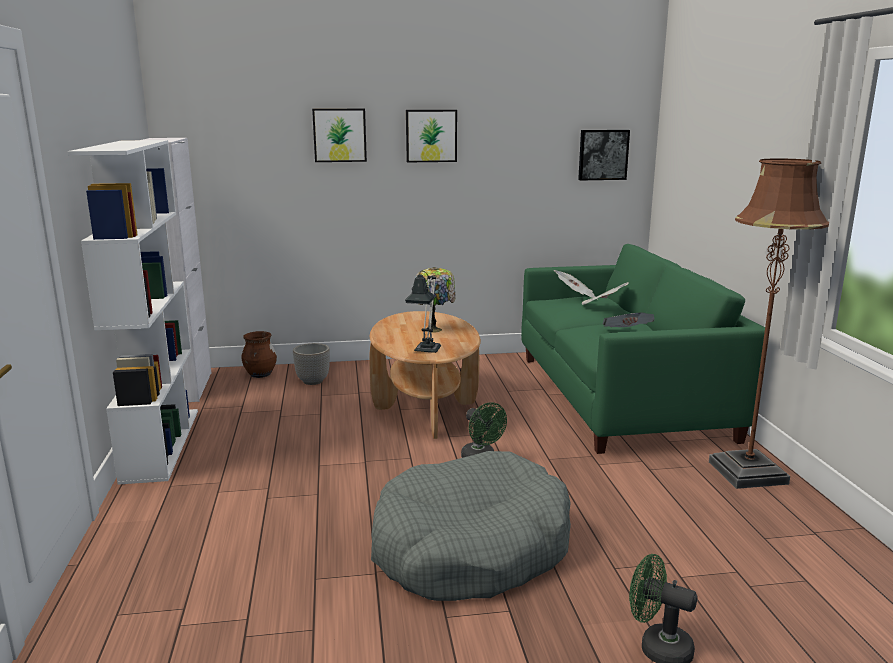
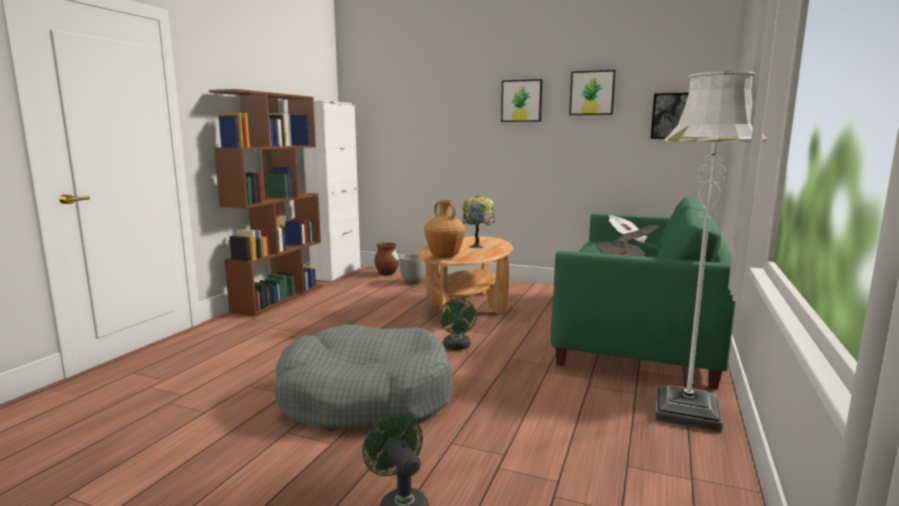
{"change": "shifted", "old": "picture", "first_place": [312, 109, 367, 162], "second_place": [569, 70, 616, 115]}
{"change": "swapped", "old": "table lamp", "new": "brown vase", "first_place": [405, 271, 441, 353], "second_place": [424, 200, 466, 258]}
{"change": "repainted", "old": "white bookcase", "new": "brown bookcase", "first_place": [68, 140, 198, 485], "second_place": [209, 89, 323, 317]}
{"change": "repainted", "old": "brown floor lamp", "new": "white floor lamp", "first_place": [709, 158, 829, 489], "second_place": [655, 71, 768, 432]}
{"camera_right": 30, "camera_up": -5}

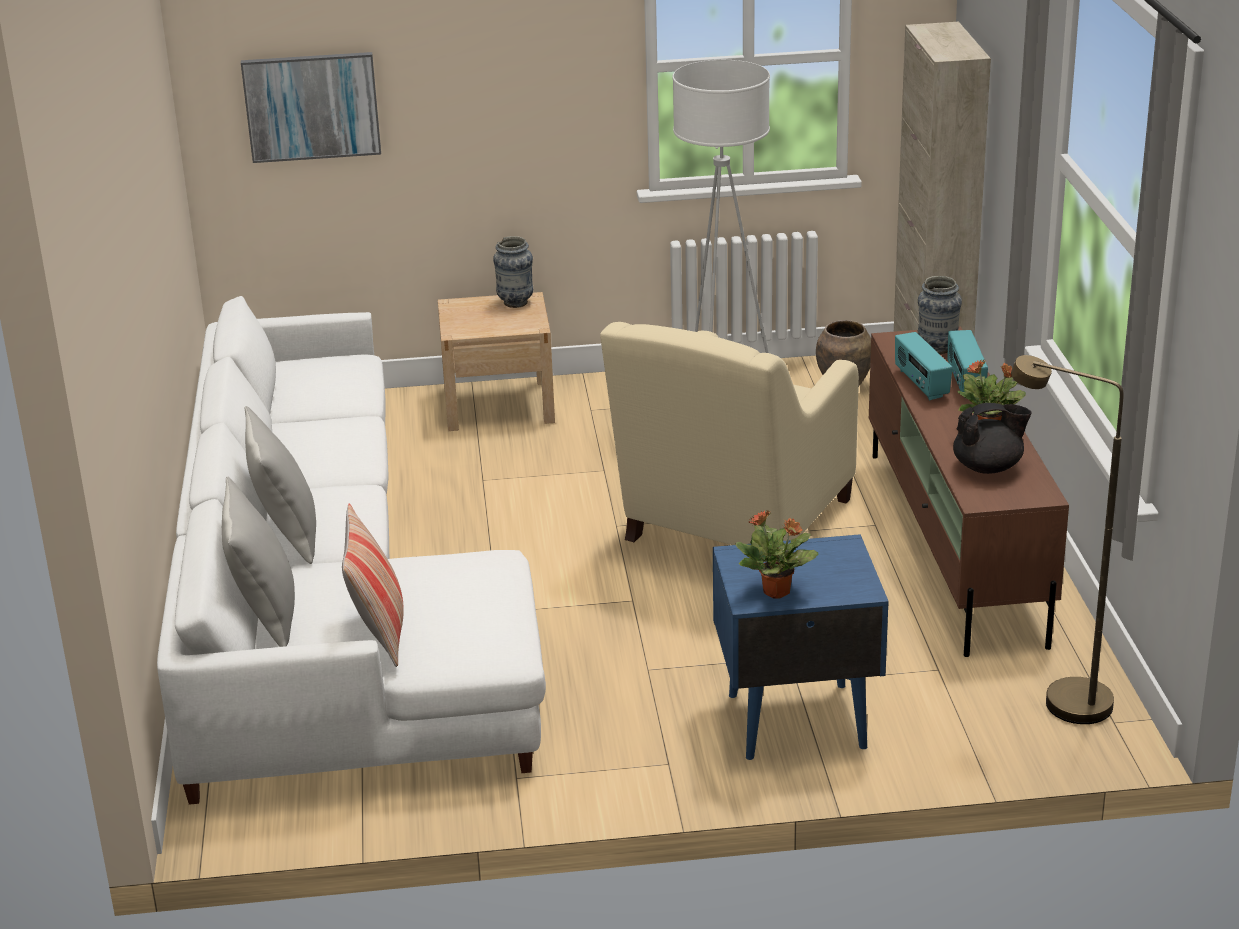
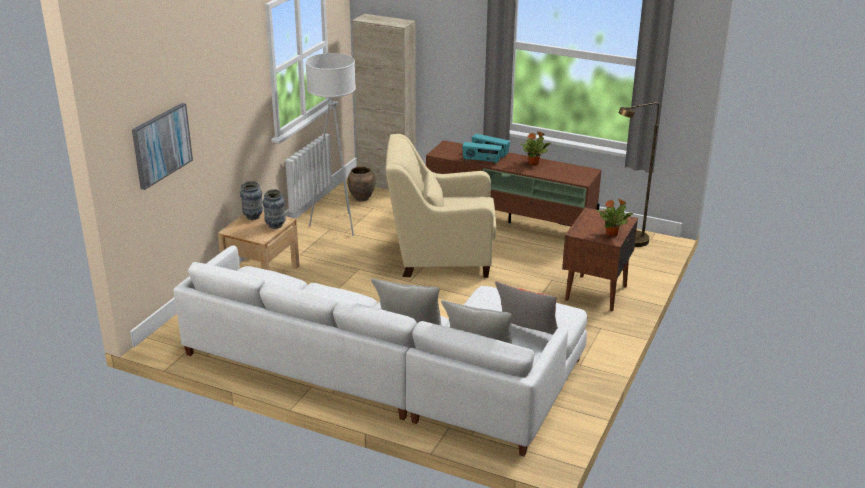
{"change": "gone", "old": "black teapot", "first_place": [953, 403, 1031, 474]}
{"change": "shifted", "old": "vase", "first_place": [917, 276, 962, 354], "second_place": [263, 189, 286, 229]}
{"change": "repainted", "old": "blue nightstand", "new": "brown nightstand", "first_place": [713, 534, 889, 760], "second_place": [562, 207, 638, 311]}
{"change": "rotated", "old": "beige armchair", "first_place": [600, 322, 859, 545], "second_place": [385, 134, 496, 278], "degrees": 120}
{"camera_right": -60, "camera_up": 0}

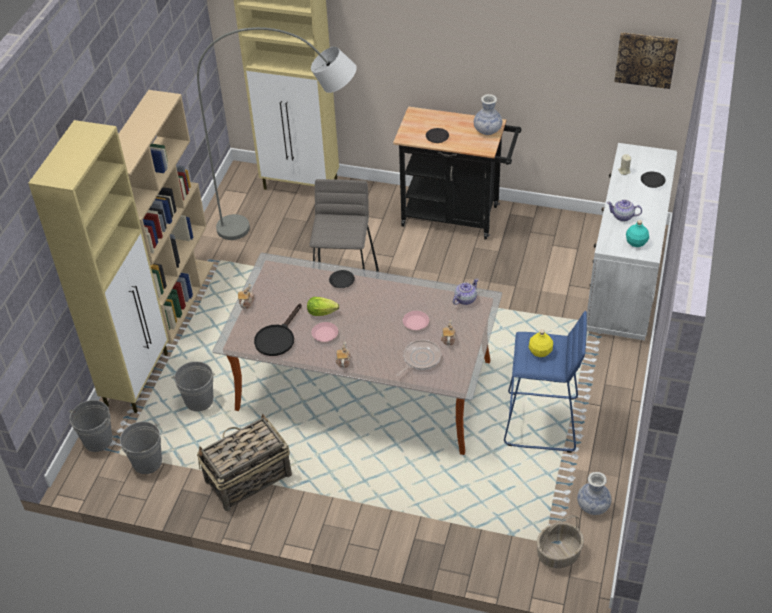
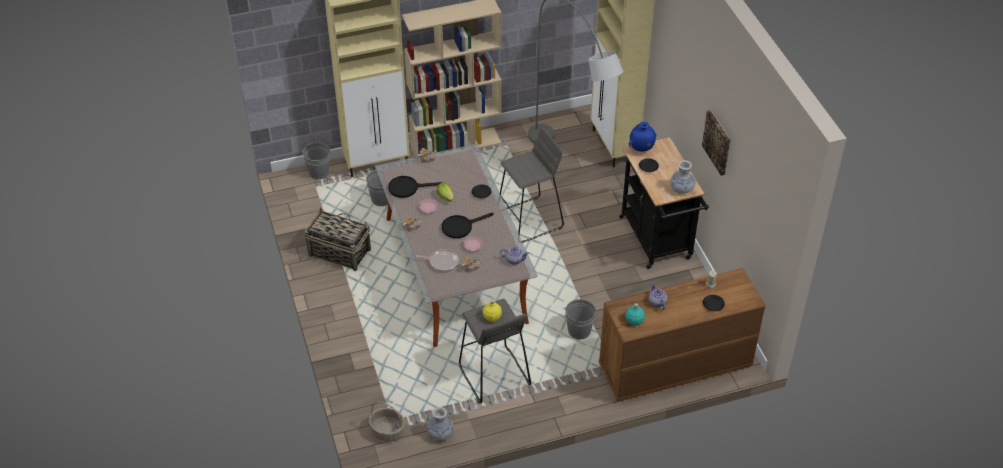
{"change": "new", "new": "black frying pan", "second_place": [442, 213, 494, 238]}
{"change": "new", "new": "blue vase", "second_place": [629, 122, 657, 152]}
{"change": "shifted", "old": "grey bucket", "first_place": [120, 421, 162, 474], "second_place": [563, 299, 598, 339]}
{"change": "shifted", "old": "picture", "first_place": [614, 32, 678, 89], "second_place": [702, 110, 731, 176]}
{"change": "repainted", "old": "blue stool", "new": "grey stool", "first_place": [504, 311, 587, 453], "second_place": [459, 299, 531, 403]}
{"change": "repainted", "old": "white dresser", "new": "brown dresser", "first_place": [587, 143, 677, 341], "second_place": [599, 268, 766, 401]}
{"camera_right": 55, "camera_up": 0}

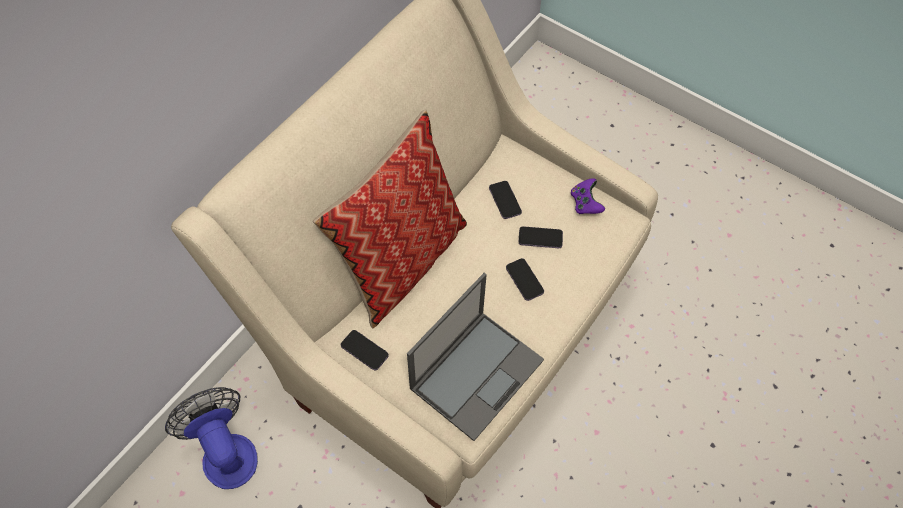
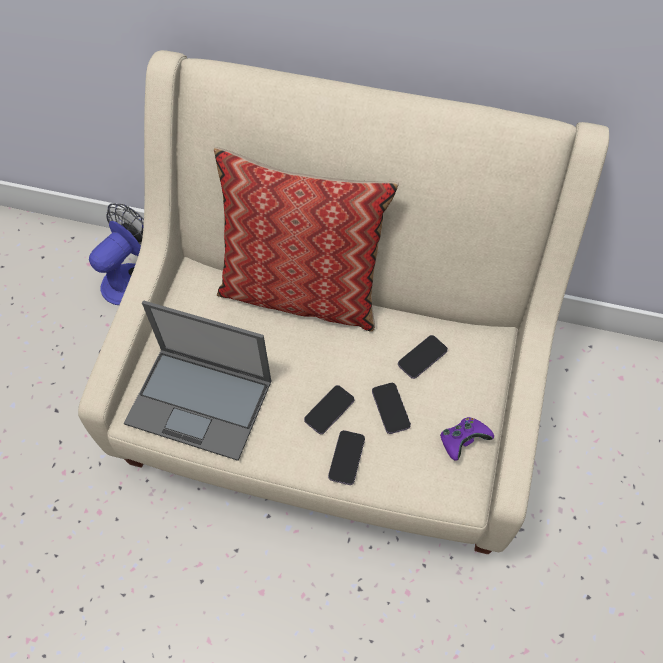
{"change": "shifted", "old": "phone", "first_place": [341, 330, 389, 370], "second_place": [328, 430, 365, 485]}
{"camera_right": 70, "camera_up": 0}

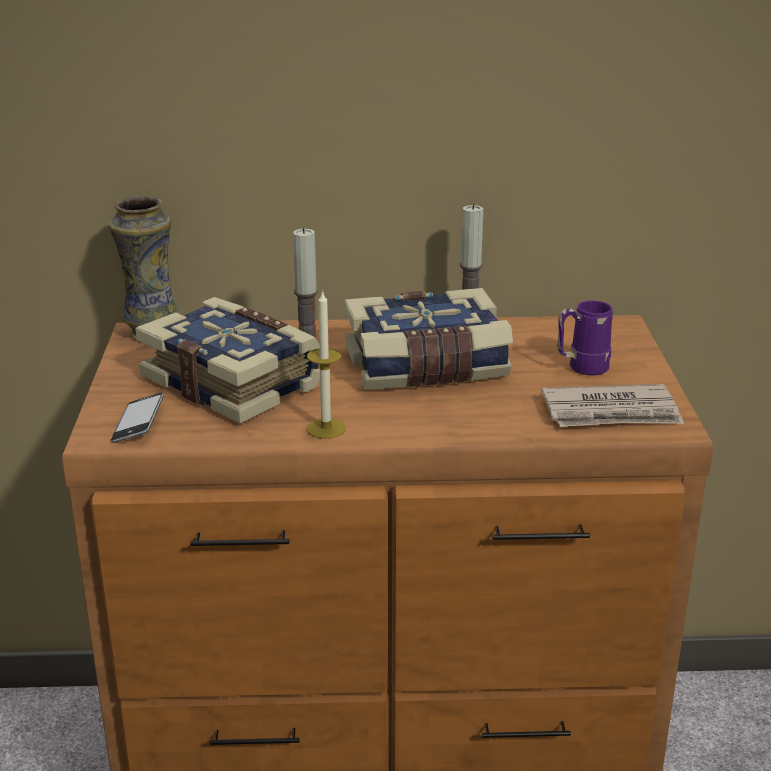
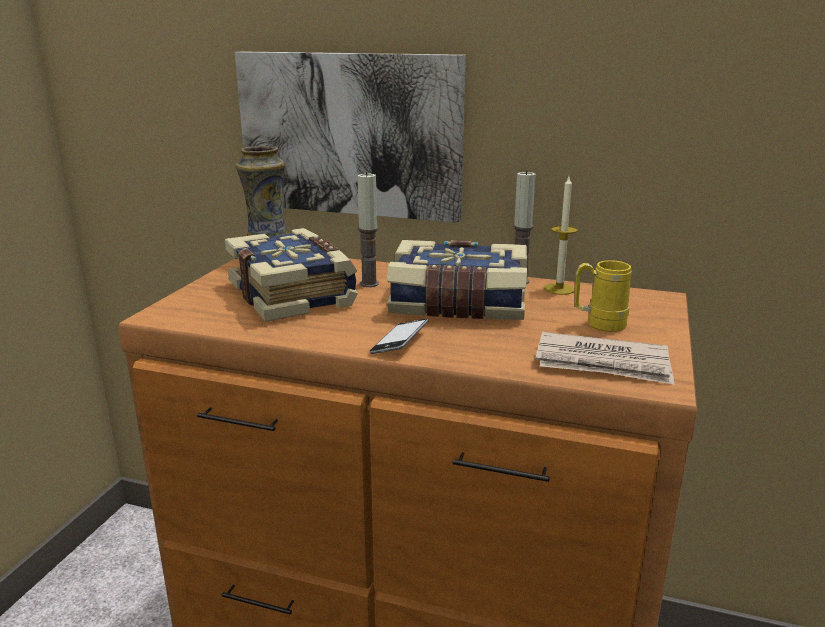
{"change": "new", "new": "picture", "second_place": [235, 51, 466, 223]}
{"change": "shifted", "old": "phone", "first_place": [111, 392, 164, 443], "second_place": [369, 318, 428, 354]}
{"change": "shifted", "old": "candle", "first_place": [306, 290, 346, 439], "second_place": [544, 177, 578, 295]}
{"change": "repainted", "old": "purple mug", "new": "yellow mug", "first_place": [557, 300, 613, 375], "second_place": [574, 260, 632, 332]}
{"camera_right": 20, "camera_up": -5}

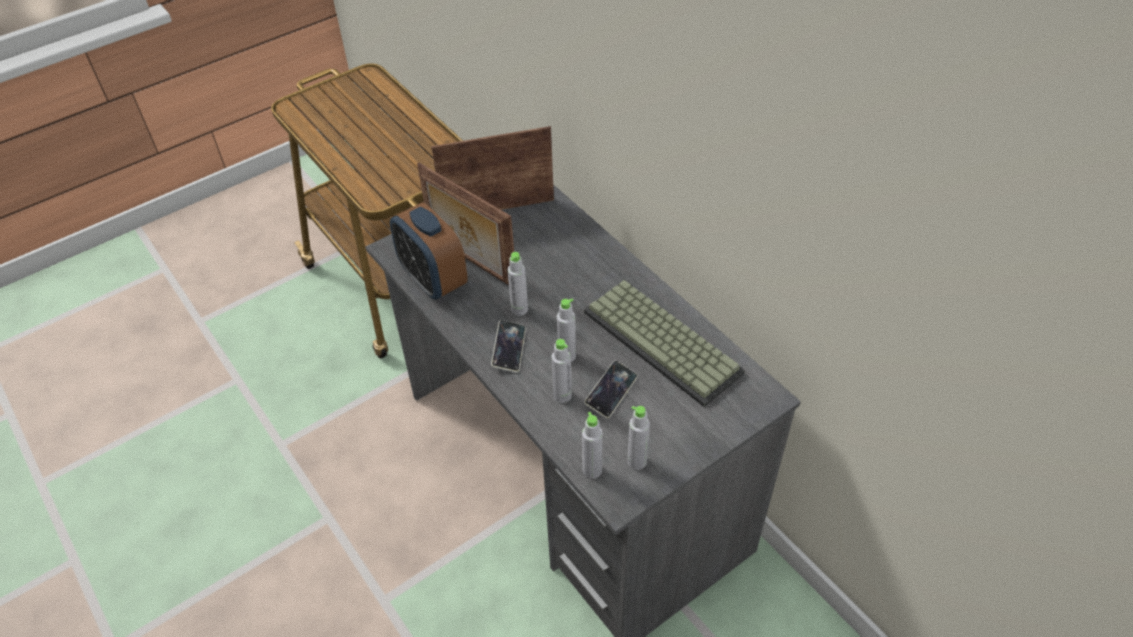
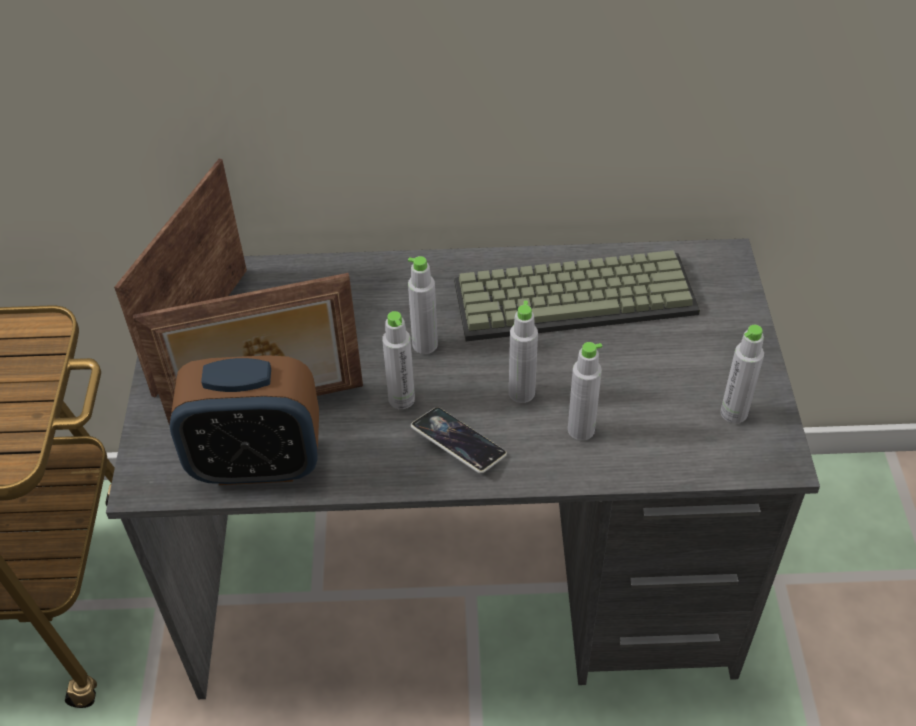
{"change": "gone", "old": "phone", "first_place": [584, 361, 638, 419]}
{"change": "shifted", "old": "grey bottle", "first_place": [582, 412, 603, 479], "second_place": [408, 256, 438, 354]}
{"camera_right": -55, "camera_up": 0}

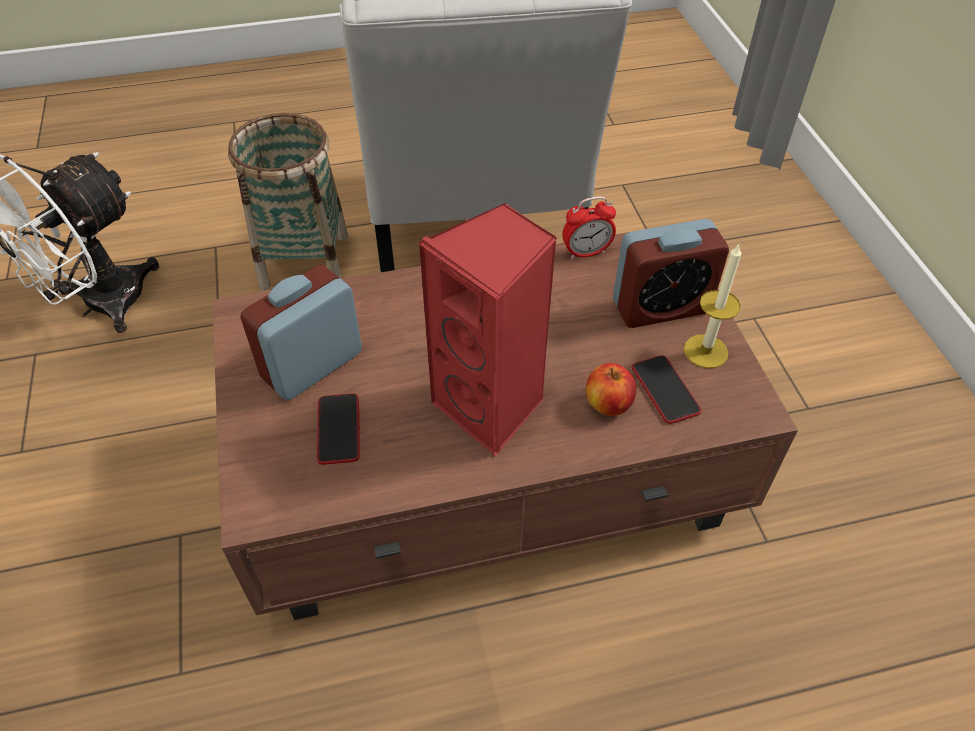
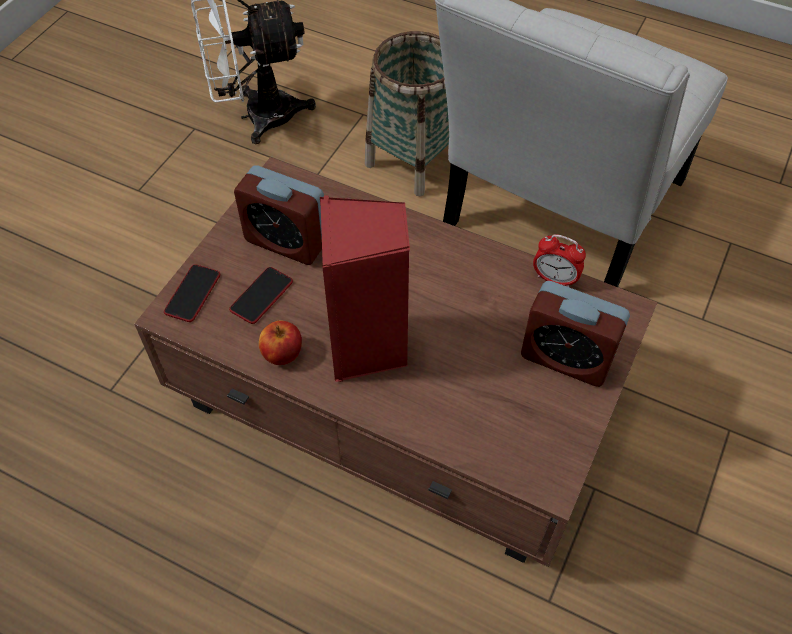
{"change": "gone", "old": "candle", "first_place": [683, 244, 741, 368]}
{"change": "shifted", "old": "apple", "first_place": [586, 363, 637, 416], "second_place": [259, 320, 302, 365]}
{"change": "shifted", "old": "phone", "first_place": [632, 355, 701, 424], "second_place": [164, 264, 220, 322]}
{"change": "rotated", "old": "alarm clock", "first_place": [240, 265, 362, 400], "second_place": [234, 165, 324, 265], "degrees": -150}
{"camera_right": 40, "camera_up": 5}

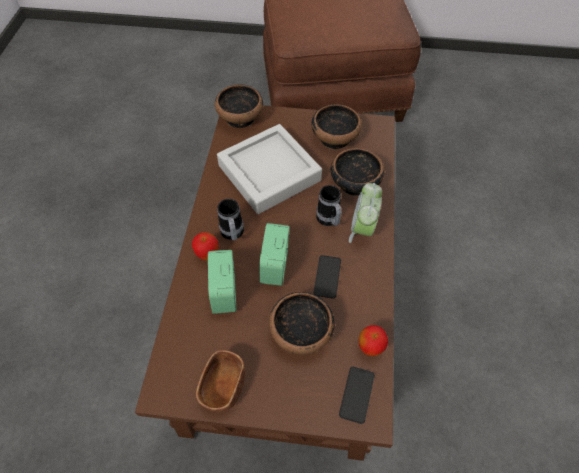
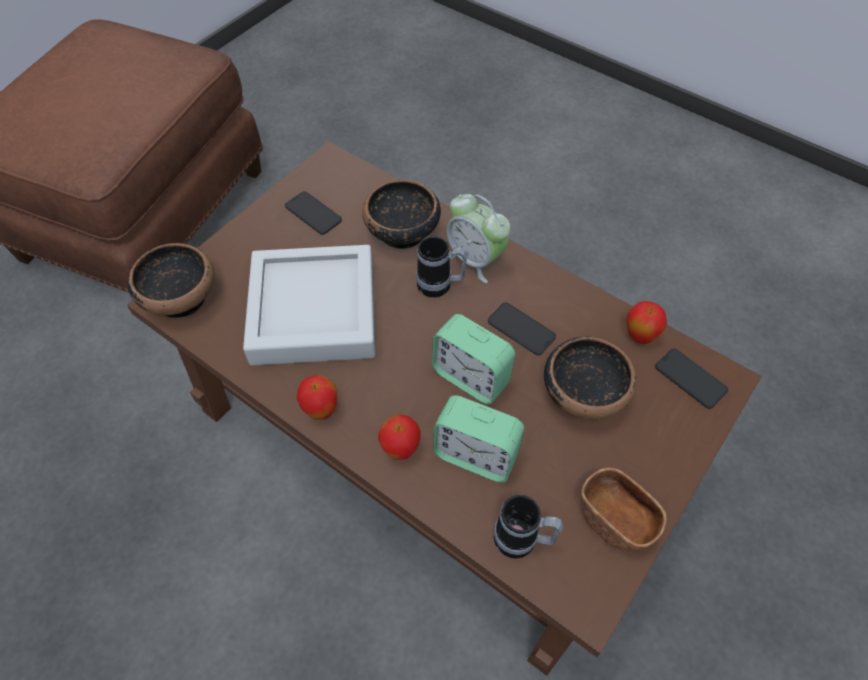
{"change": "new", "new": "apple", "second_place": [297, 375, 337, 420]}
{"change": "shifted", "old": "mug", "first_place": [217, 199, 244, 241], "second_place": [494, 495, 563, 559]}
{"change": "swapped", "old": "bowl", "new": "phone", "first_place": [312, 104, 362, 149], "second_place": [285, 191, 342, 235]}
{"camera_right": -60, "camera_up": 0}

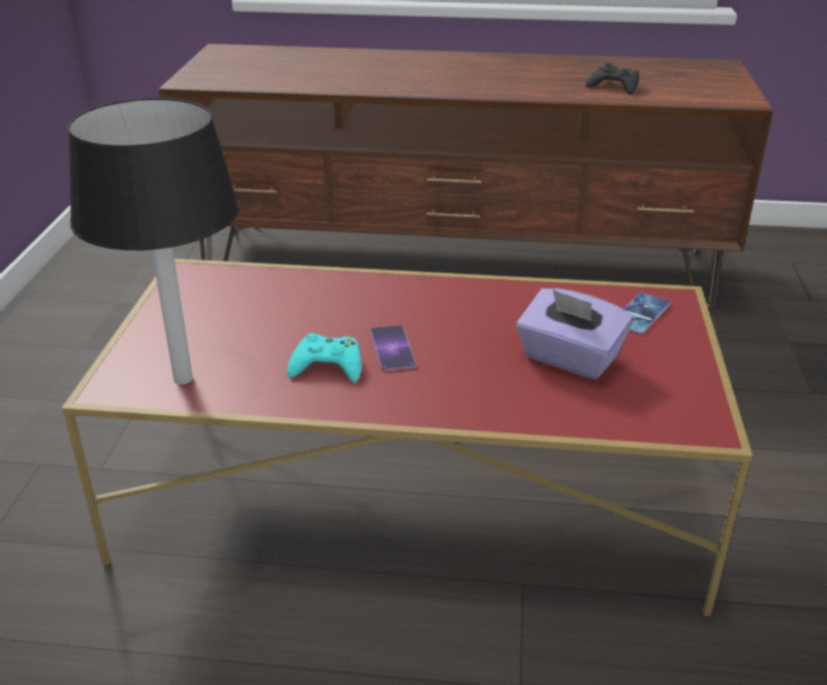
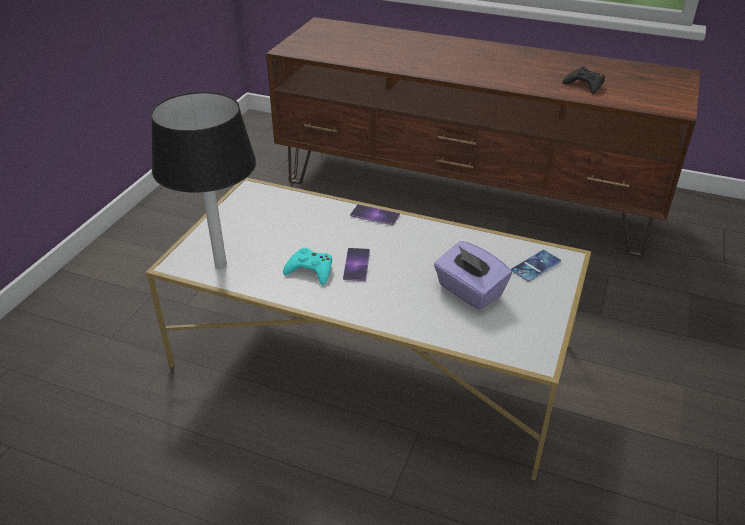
{"change": "new", "new": "phone", "second_place": [350, 204, 400, 225]}
{"change": "repainted", "old": "red coffee table", "new": "white coffee table", "first_place": [62, 259, 753, 617], "second_place": [145, 178, 591, 481]}
{"camera_right": 15, "camera_up": 5}

